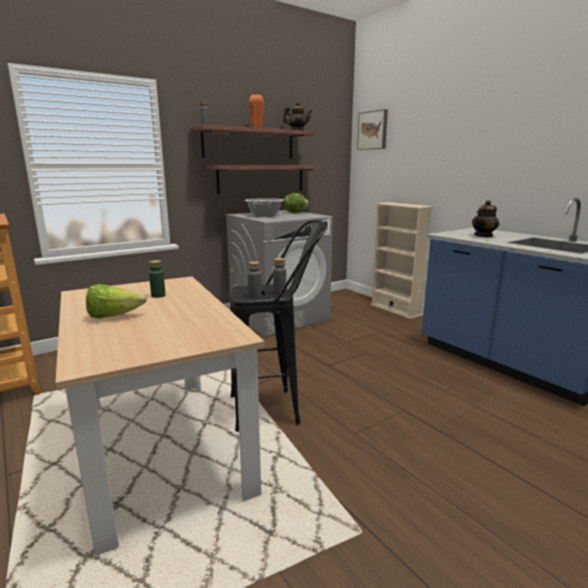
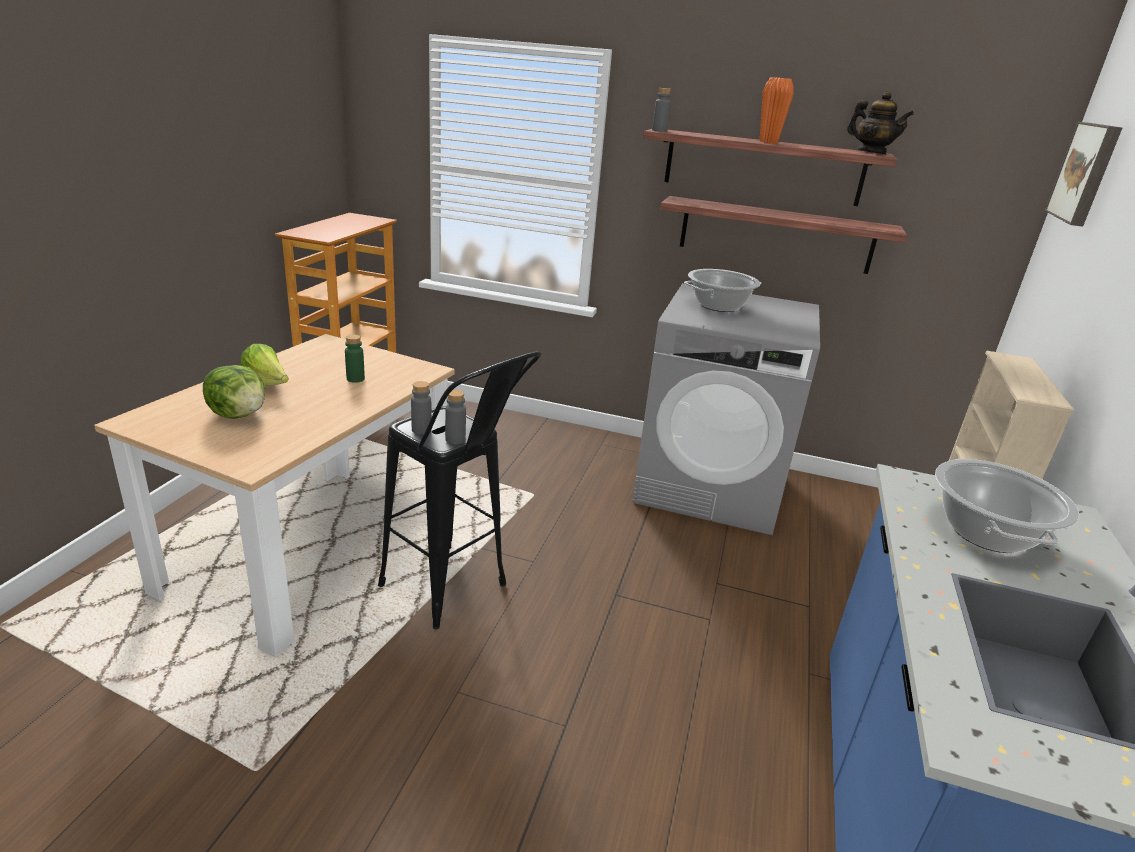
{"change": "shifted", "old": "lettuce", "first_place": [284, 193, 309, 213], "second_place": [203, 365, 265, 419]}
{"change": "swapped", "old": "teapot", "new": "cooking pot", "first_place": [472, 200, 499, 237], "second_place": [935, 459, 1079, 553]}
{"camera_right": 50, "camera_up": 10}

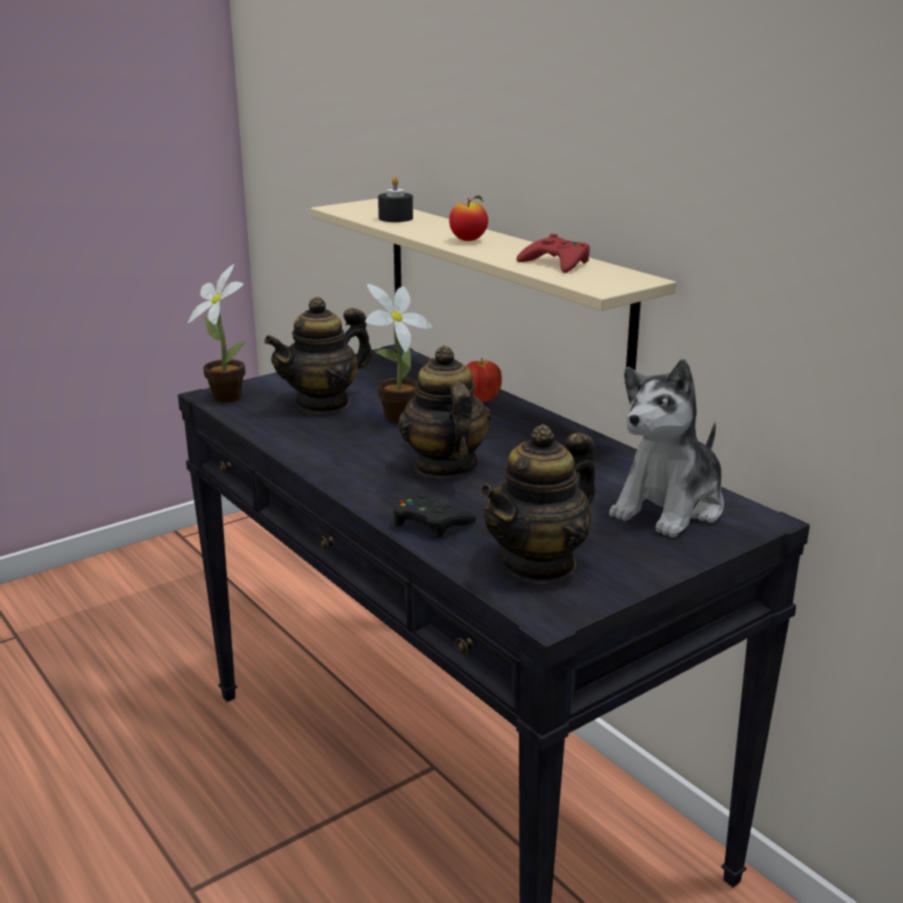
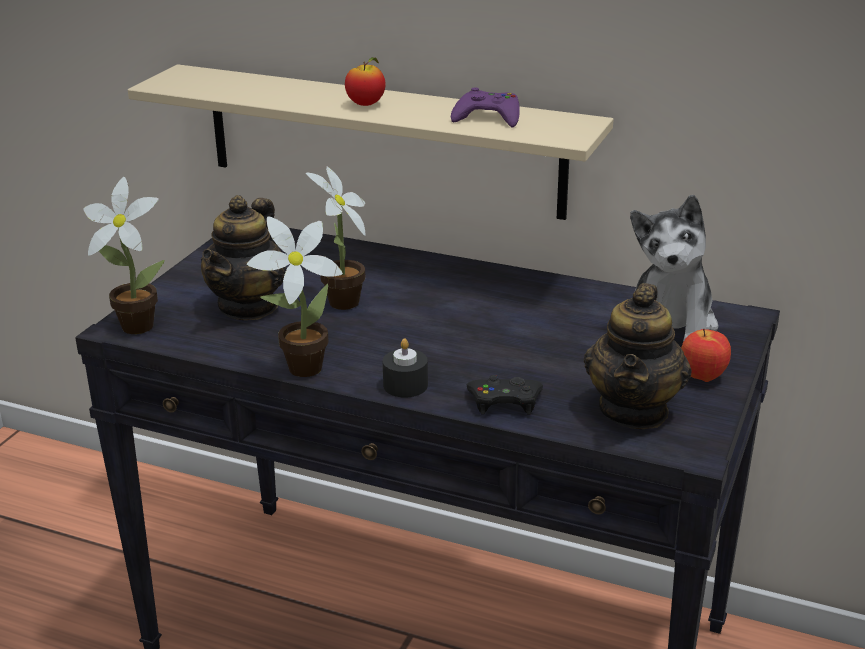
{"change": "gone", "old": "teapot", "first_place": [398, 346, 491, 478]}
{"change": "new", "new": "potted plant", "second_place": [247, 217, 343, 377]}
{"change": "shifted", "old": "black candle", "first_place": [378, 176, 413, 222], "second_place": [383, 338, 428, 397]}
{"change": "shifted", "old": "apple", "first_place": [466, 358, 502, 402], "second_place": [681, 329, 731, 382]}
{"change": "repainted", "old": "red game controller", "new": "purple game controller", "first_place": [517, 234, 590, 273], "second_place": [451, 88, 520, 127]}
{"camera_right": -30, "camera_up": 5}

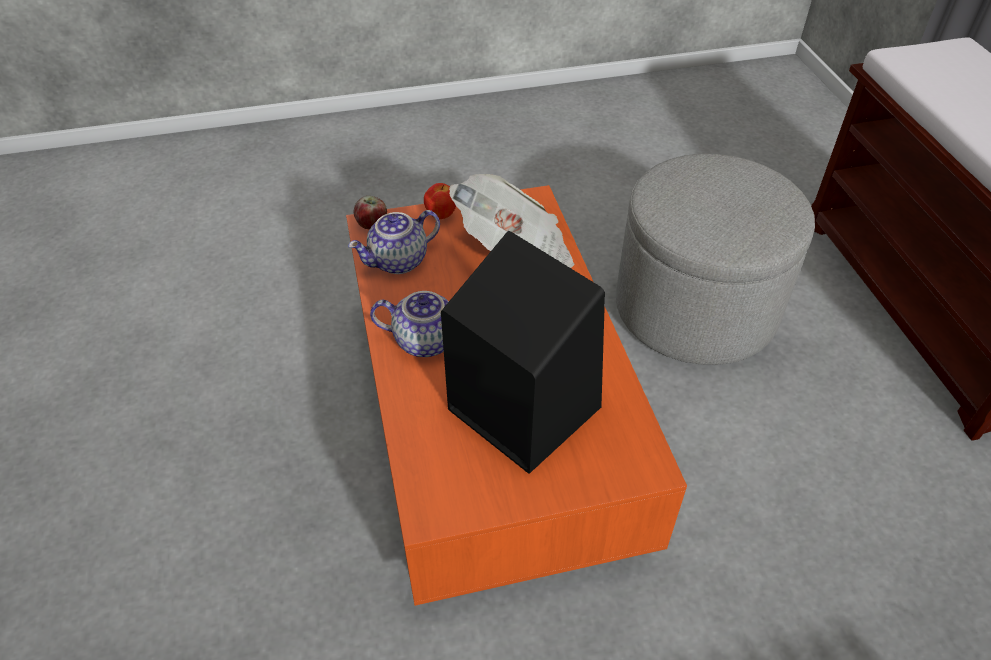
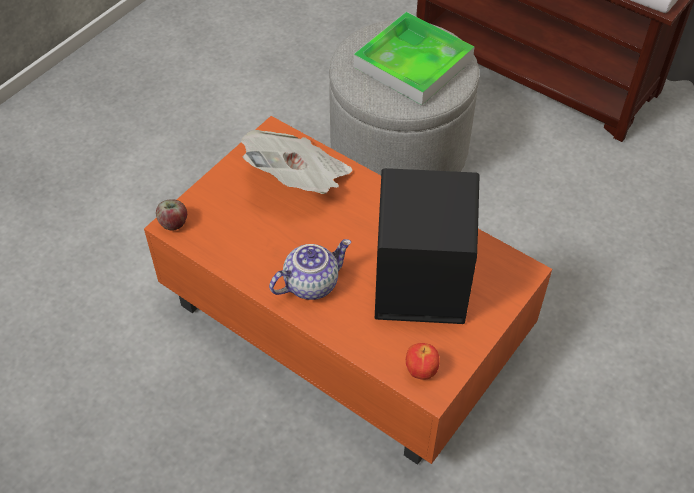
{"change": "gone", "old": "teapot", "first_place": [348, 210, 440, 274]}
{"change": "new", "new": "tray", "second_place": [354, 12, 475, 105]}
{"change": "shifted", "old": "apple", "first_place": [424, 183, 456, 220], "second_place": [406, 343, 440, 379]}
{"camera_right": -40, "camera_up": 5}

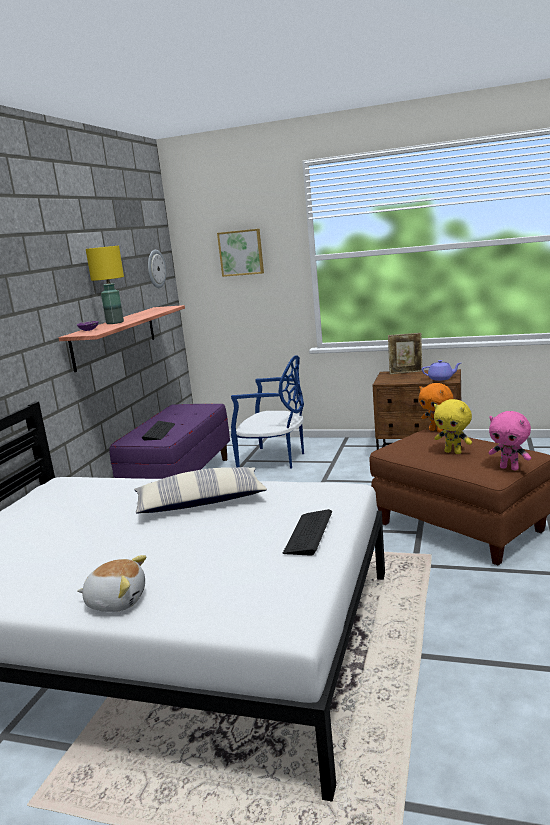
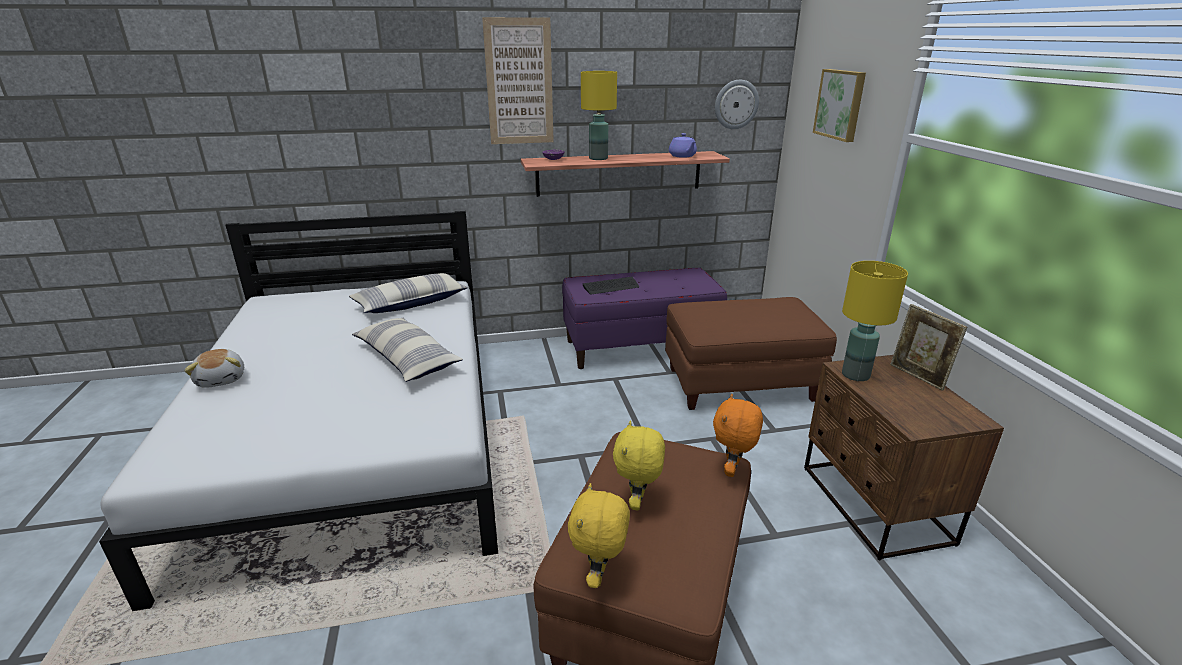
{"change": "gone", "old": "keyboard", "first_place": [283, 509, 332, 556]}
{"change": "new", "new": "pillow", "second_place": [349, 273, 468, 313]}
{"change": "new", "new": "picture", "second_place": [482, 17, 554, 144]}
{"change": "new", "new": "yellow table lamp", "second_place": [842, 261, 908, 381]}
{"change": "shifted", "old": "purple teapot", "first_place": [422, 360, 461, 381], "second_place": [669, 133, 697, 158]}
{"change": "swapped", "old": "blue chair", "new": "brown ottoman", "first_place": [231, 356, 304, 469], "second_place": [665, 297, 837, 410]}
{"change": "repainted", "old": "pink plush toy", "new": "yellow plush toy", "first_place": [489, 411, 531, 470], "second_place": [568, 483, 630, 588]}
{"camera_right": 60, "camera_up": 10}

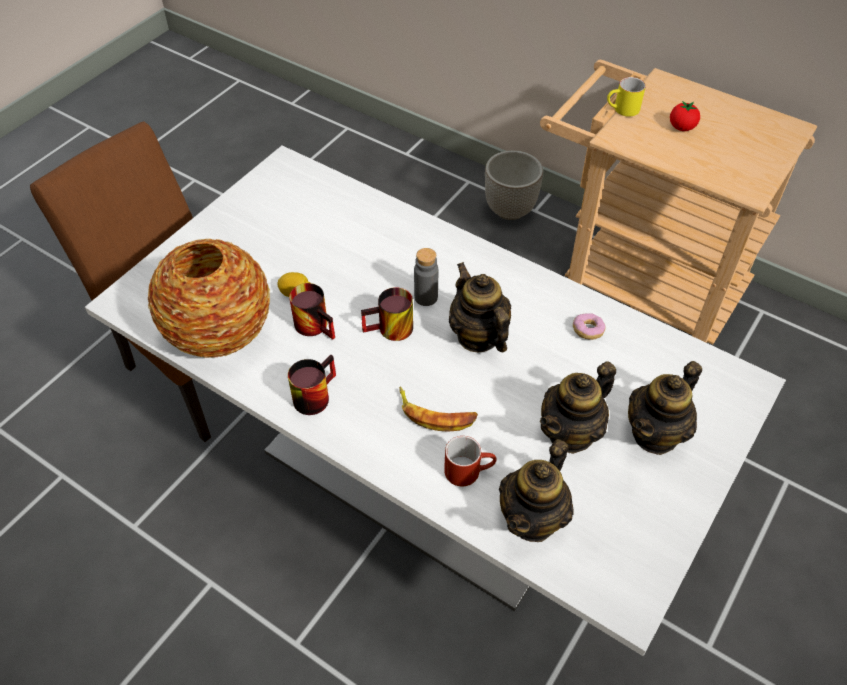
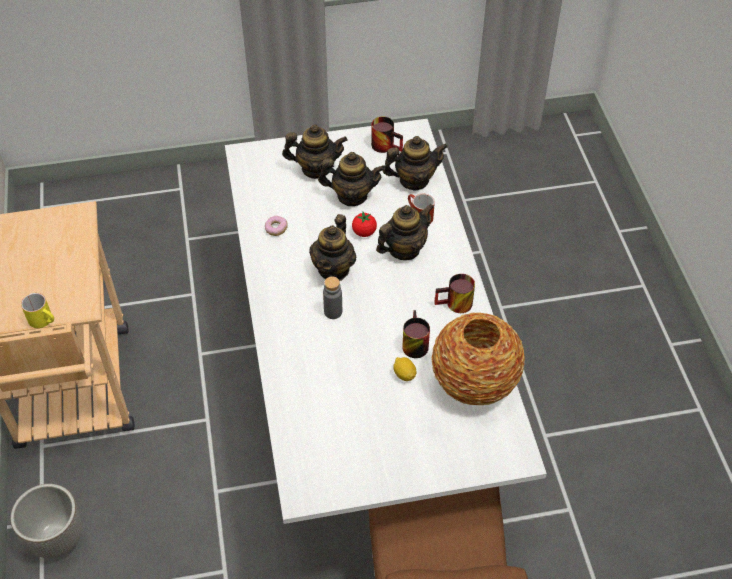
{"change": "shifted", "old": "mug", "first_place": [361, 287, 413, 341], "second_place": [371, 117, 403, 153]}
{"change": "shifted", "old": "tomato", "first_place": [670, 101, 700, 131], "second_place": [352, 212, 377, 237]}
{"change": "swapped", "old": "banana", "new": "teapot", "first_place": [399, 386, 478, 432], "second_place": [376, 204, 434, 260]}
{"camera_right": -135, "camera_up": 0}

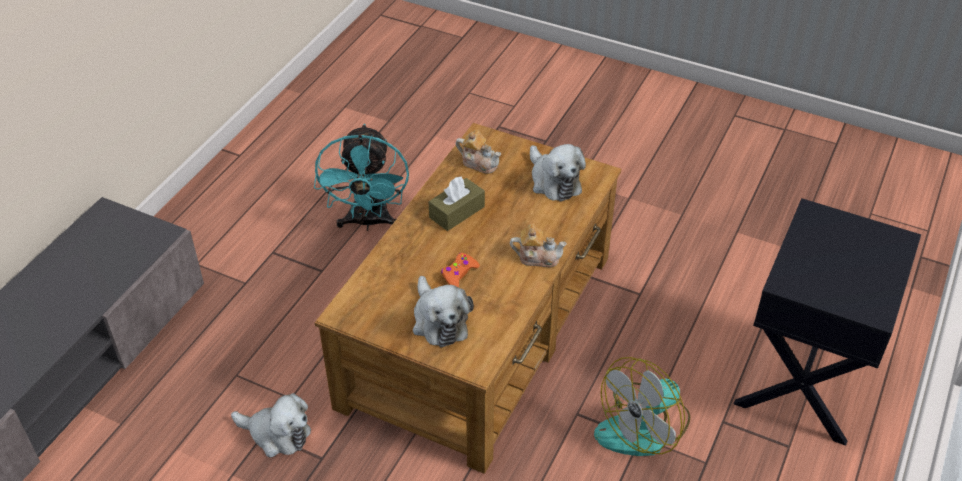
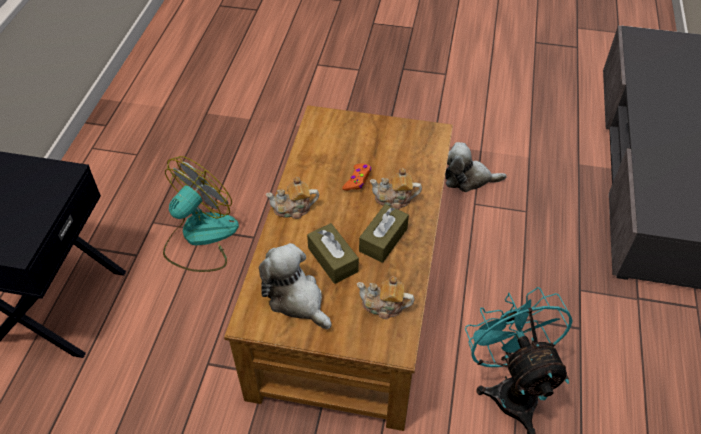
{"change": "gone", "old": "plush toy", "first_place": [413, 276, 474, 347]}
{"change": "new", "new": "brown tissue box", "second_place": [307, 223, 359, 284]}
{"change": "new", "new": "teapot", "second_place": [370, 168, 422, 209]}
{"camera_right": 165, "camera_up": 5}

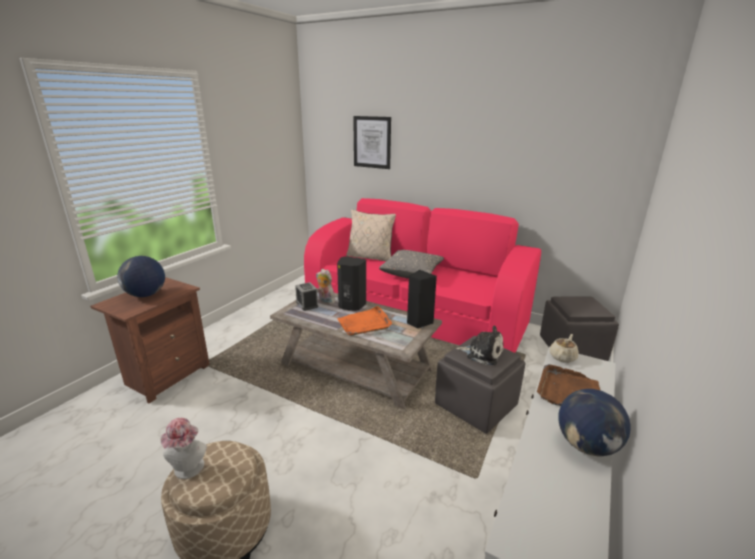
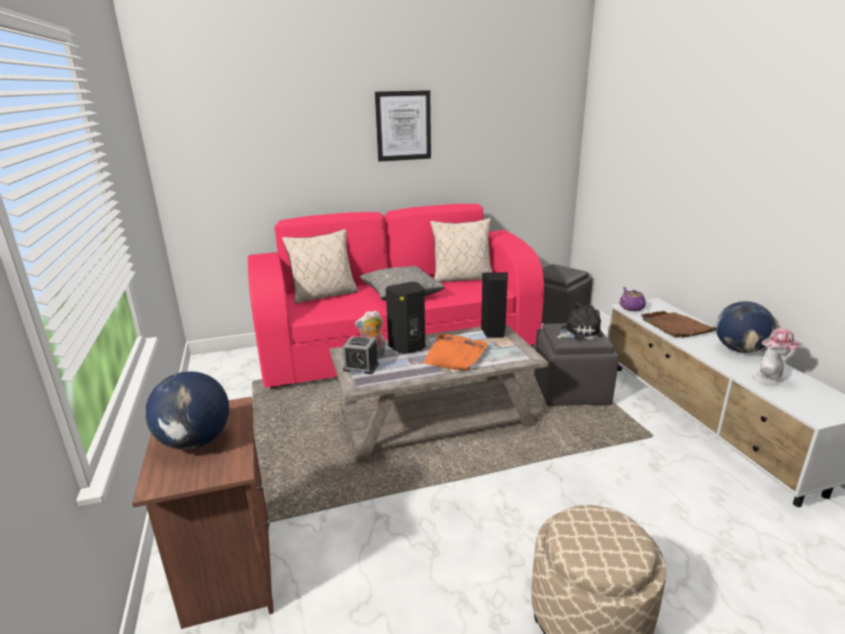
{"change": "new", "new": "beige pillow", "second_place": [431, 218, 493, 282]}
{"change": "shifted", "old": "hat", "first_place": [160, 418, 207, 479], "second_place": [752, 328, 803, 385]}
{"change": "shifted", "old": "picture", "first_place": [353, 116, 391, 169], "second_place": [375, 90, 431, 162]}
{"change": "repainted", "old": "beige teapot", "new": "purple teapot", "first_place": [549, 334, 579, 363], "second_place": [619, 287, 646, 311]}
{"camera_right": -45, "camera_up": 0}

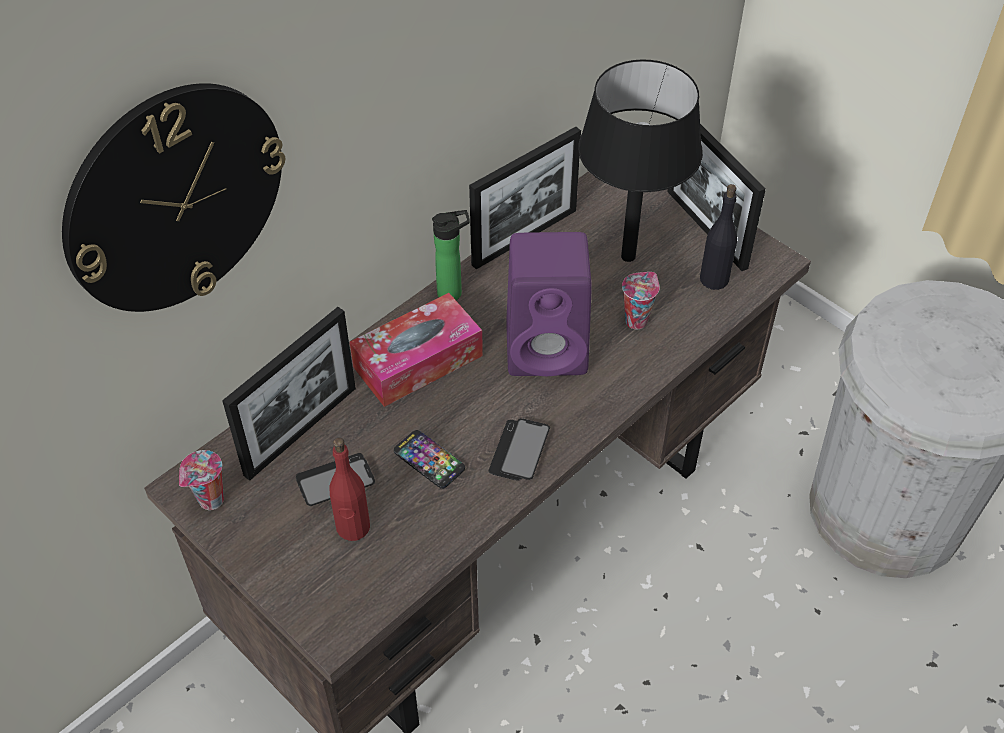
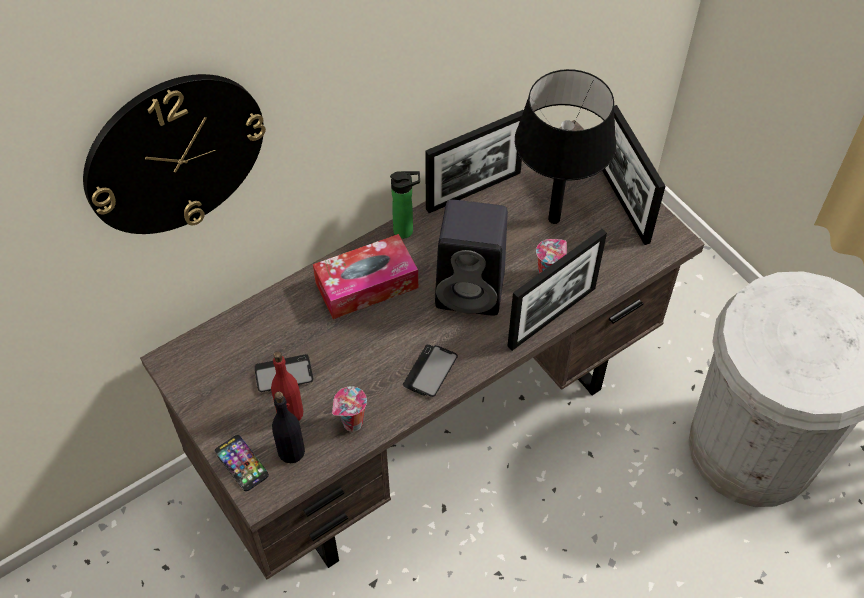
{"change": "shifted", "old": "cup", "first_place": [179, 450, 224, 510], "second_place": [332, 386, 367, 432]}
{"change": "shifted", "old": "picture frame", "first_place": [222, 307, 356, 481], "second_place": [507, 229, 607, 351]}
{"change": "shifted", "old": "phone", "first_place": [394, 430, 465, 489], "second_place": [215, 435, 269, 491]}
{"change": "shifted", "old": "black bottle", "first_place": [700, 184, 737, 290], "second_place": [272, 392, 305, 463]}
{"change": "repainted", "old": "purple speaker", "new": "black speaker", "first_place": [506, 232, 592, 376], "second_place": [435, 199, 508, 316]}
{"camera_right": 10, "camera_up": 5}

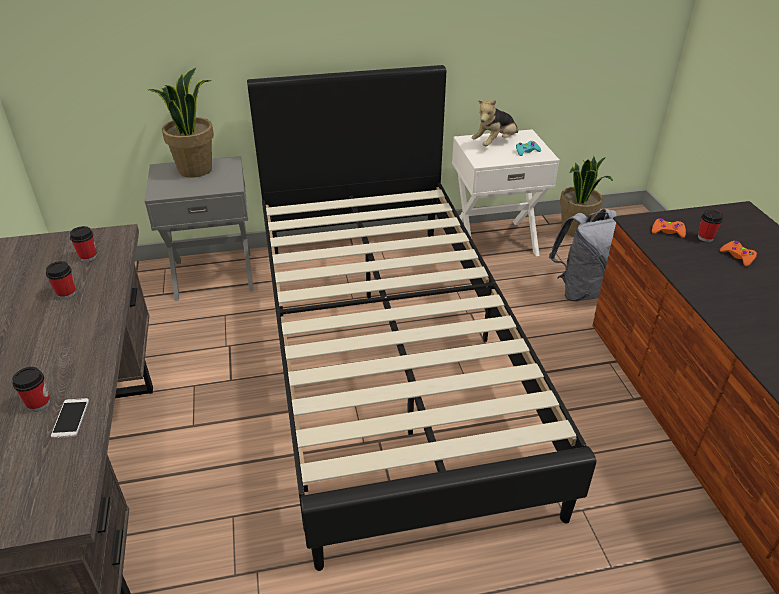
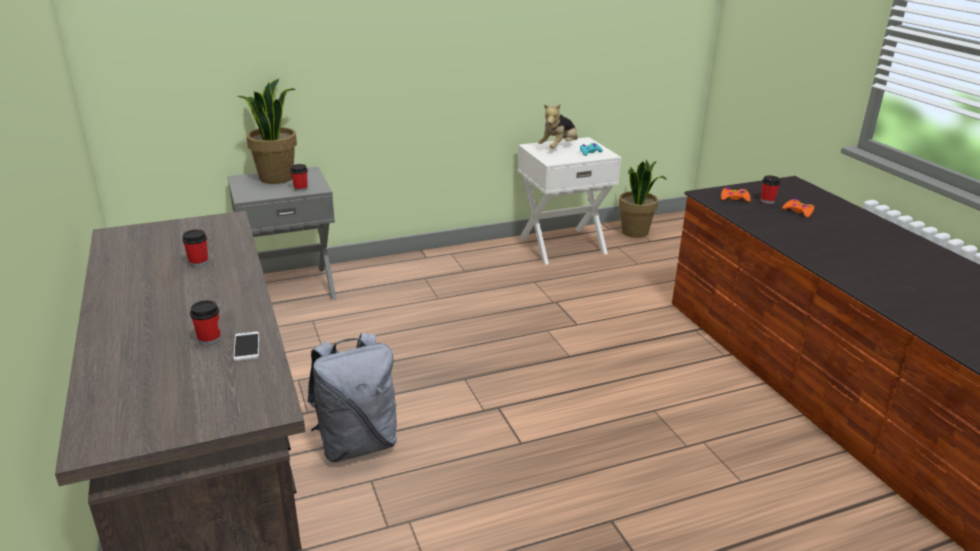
{"change": "gone", "old": "black bed", "first_place": [247, 65, 596, 571]}
{"change": "shifted", "old": "cup", "first_place": [70, 226, 97, 262], "second_place": [290, 164, 308, 191]}
{"change": "shifted", "old": "grey backpack", "first_place": [549, 209, 617, 302], "second_place": [307, 333, 397, 462]}
{"camera_right": -10, "camera_up": -10}

